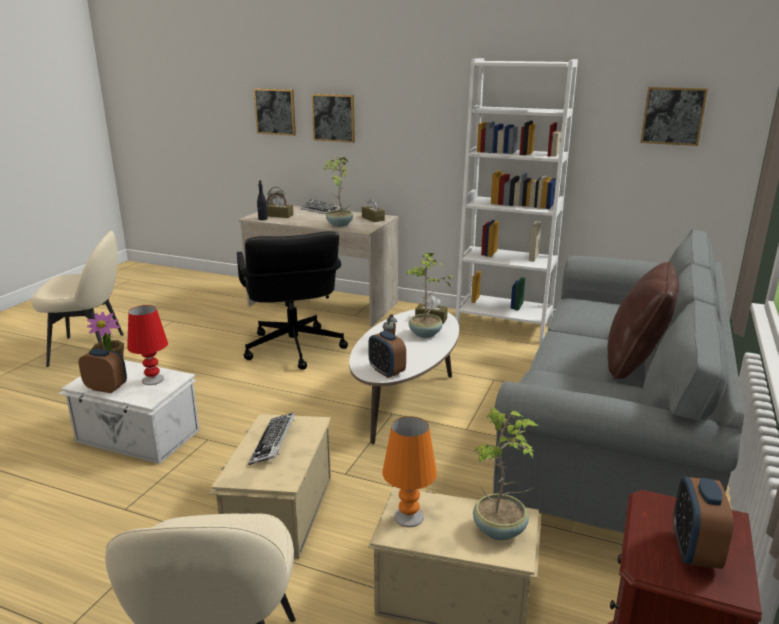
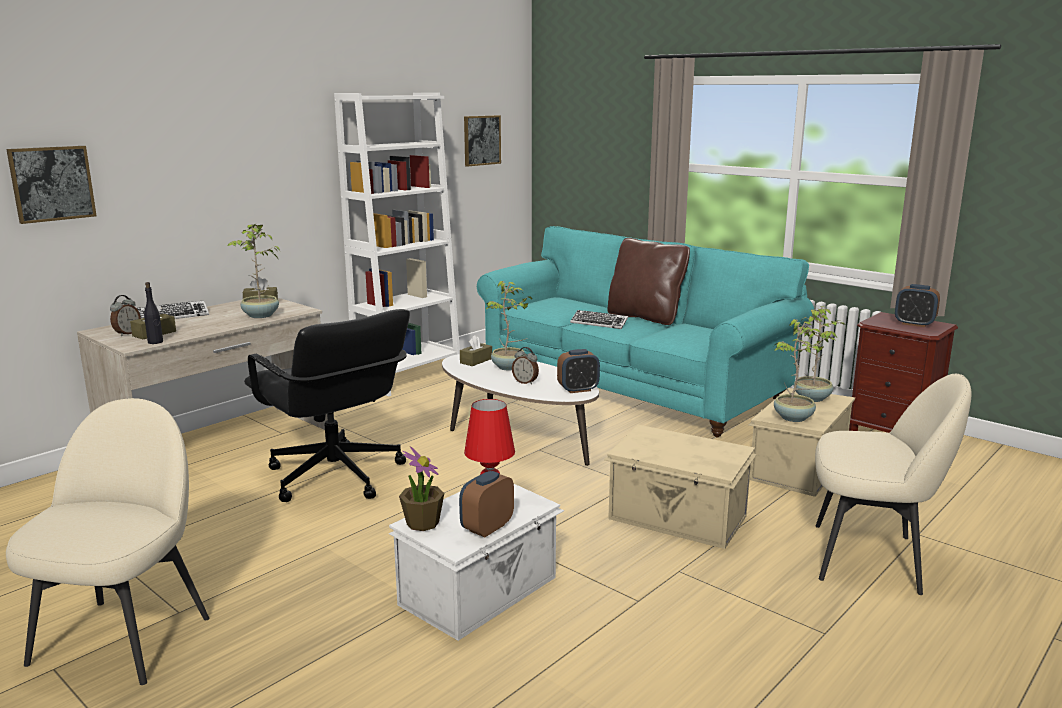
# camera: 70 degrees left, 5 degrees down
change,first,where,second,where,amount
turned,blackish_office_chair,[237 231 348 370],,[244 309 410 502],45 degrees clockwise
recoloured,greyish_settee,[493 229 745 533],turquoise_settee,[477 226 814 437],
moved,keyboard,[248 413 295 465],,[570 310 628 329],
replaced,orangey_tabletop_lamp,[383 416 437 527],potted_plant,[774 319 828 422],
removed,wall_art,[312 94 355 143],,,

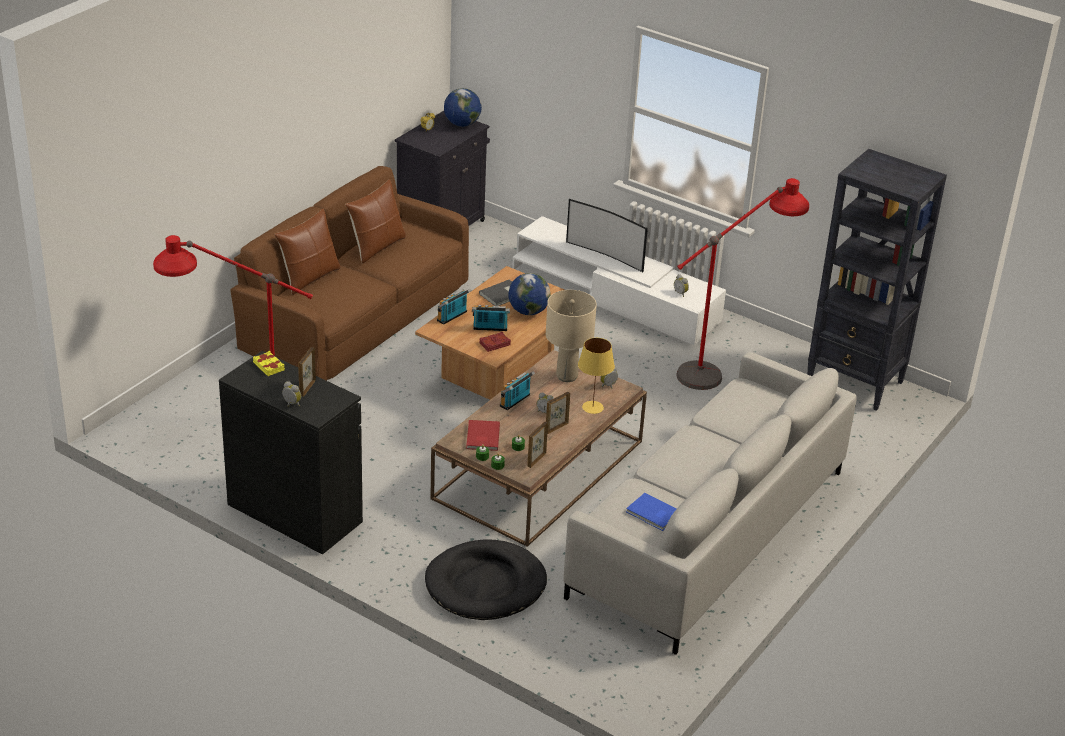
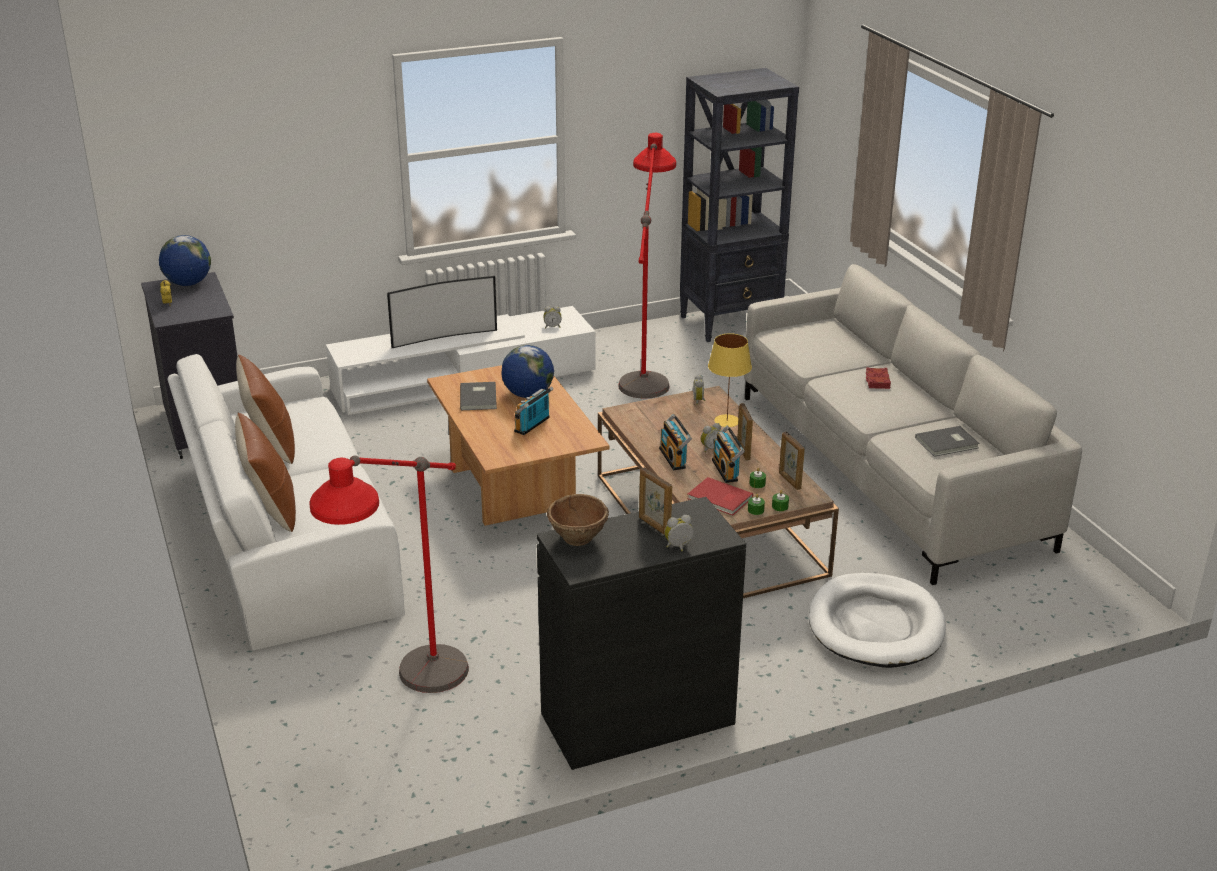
# camera: 55 degrees left, 5 degrees down
change,first,where,second,where,amount
recoloured,brownish_settee,[230 166 469 381],whitish_settee,[167 354 405 650],
replaced,yellow_book,[253 351 285 376],brownish_serving_bowl,[547 494 609 546],
moved,radio_set,[437 289 471 325],,[712 426 745 483],
recoloured,blackish_dog_cushion,[425 539 547 620],whitish_dog_cushion,[809 573 946 668],
moved,red-coloured_book,[480 332 511 352],,[866 367 891 389],
recoloured,bluish_book,[626 493 676 531],greyish_book,[915 426 980 457],
removed,sand-coloured_tabletop_lamp,[546 290 597 382],,,

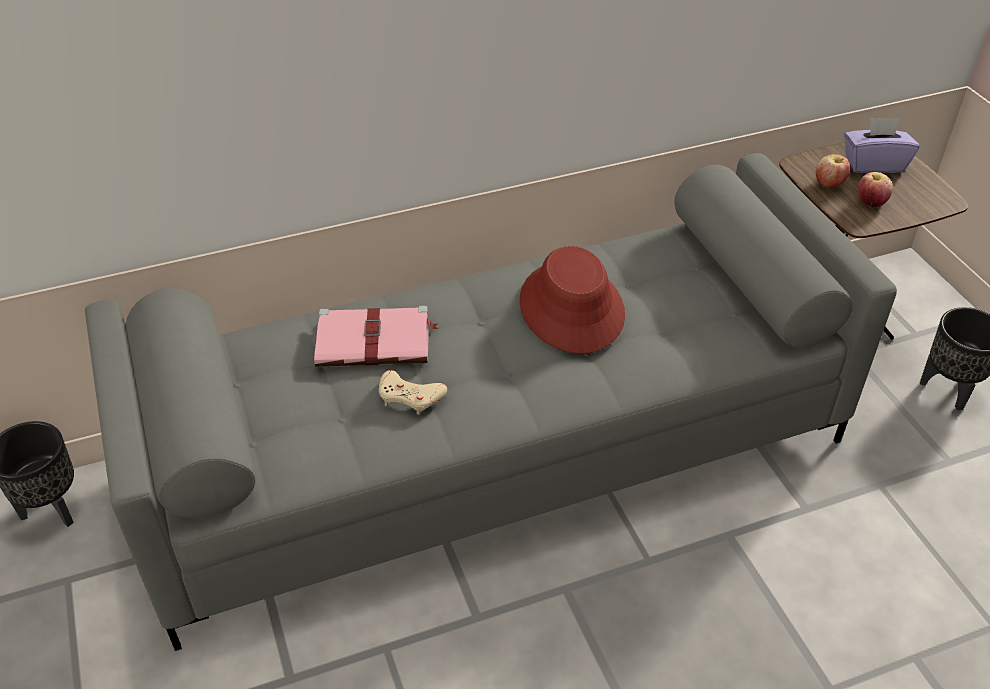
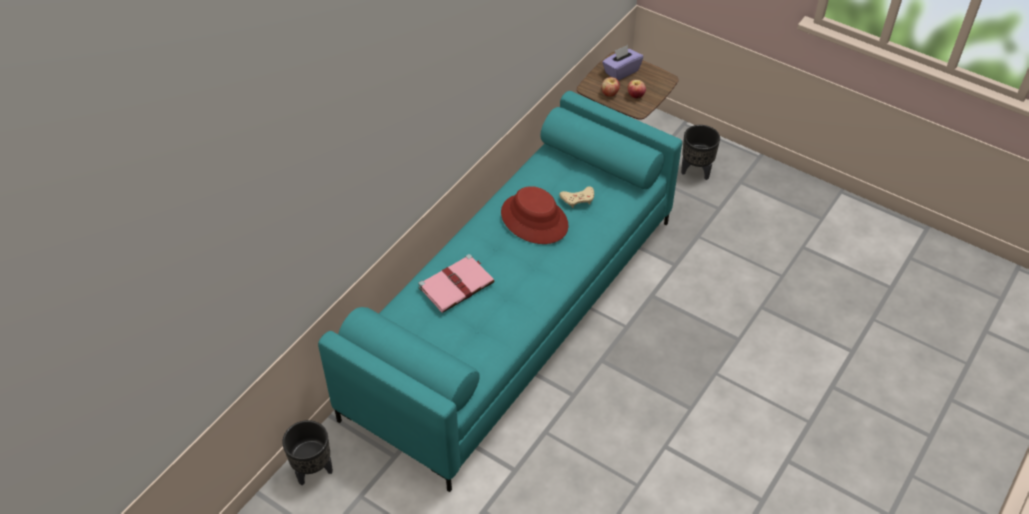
# camera: 35 degrees left, 5 degrees up
change,first,where,second,where,amount
recoloured,greyish_settee,[85 153 897 651],turquoise_settee,[318 91 682 492],
moved,sand-coloured_game_controller,[379 370 447 415],,[559 186 594 208],

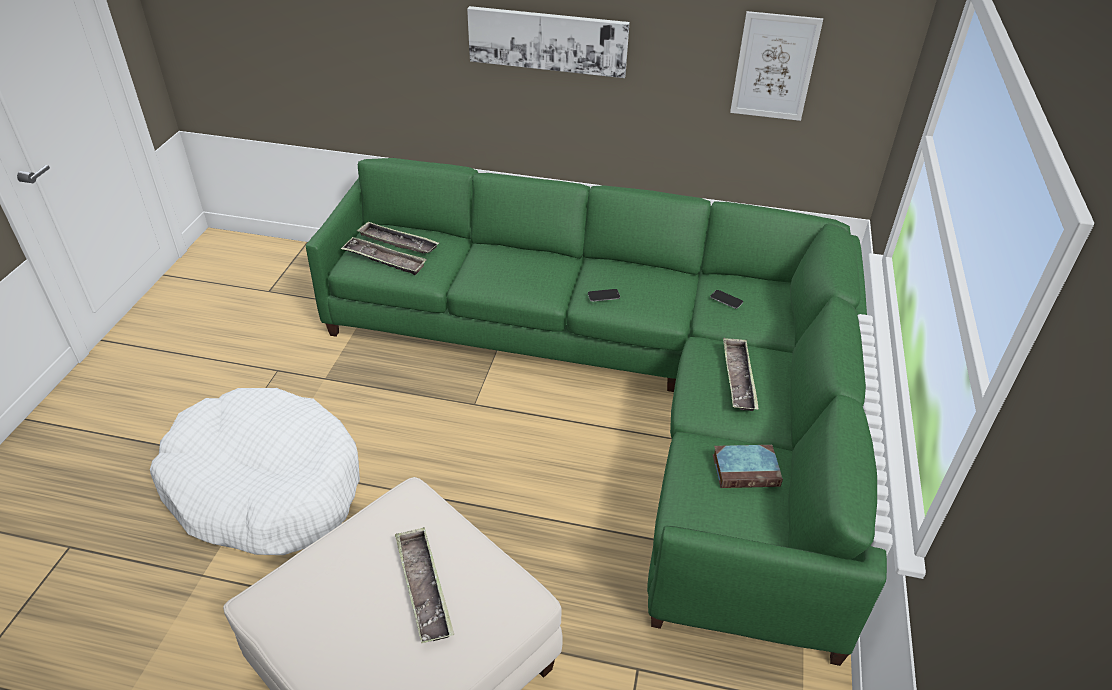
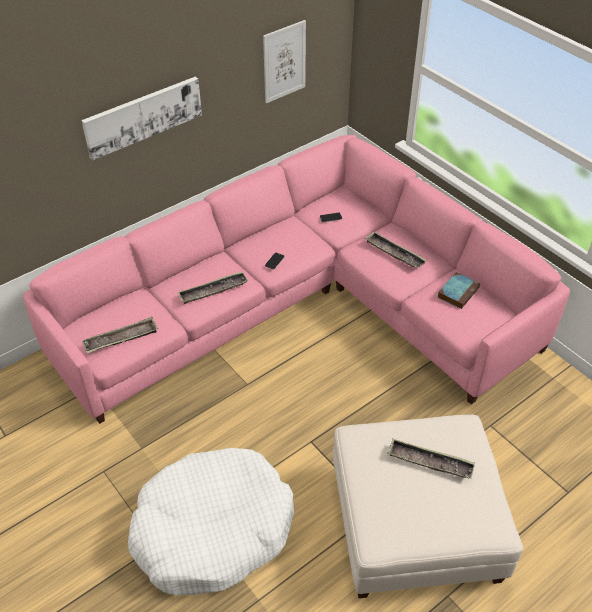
# camera: 50 degrees left, 5 degrees up
change,first,where,second,where,amount
recoloured,greenish_settee,[306 158 887 666],pink-coloured_settee,[23 135 570 424],
moved,tray,[356 221 439 254],,[178 272 248 304],

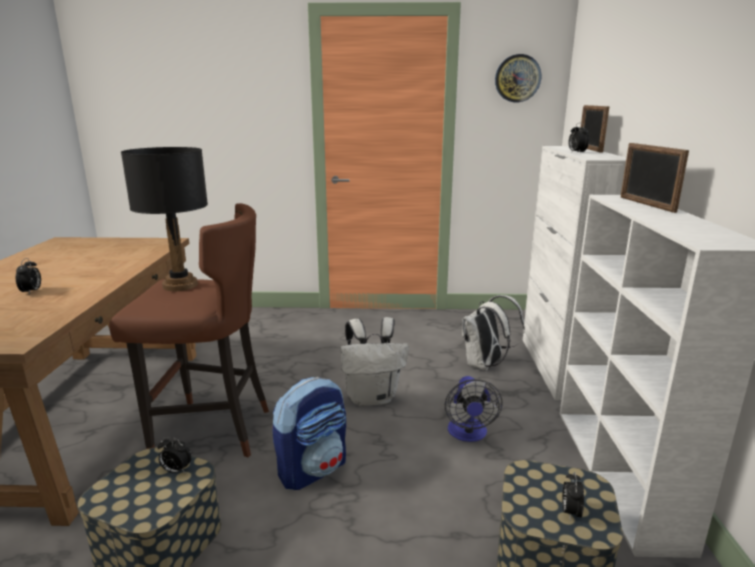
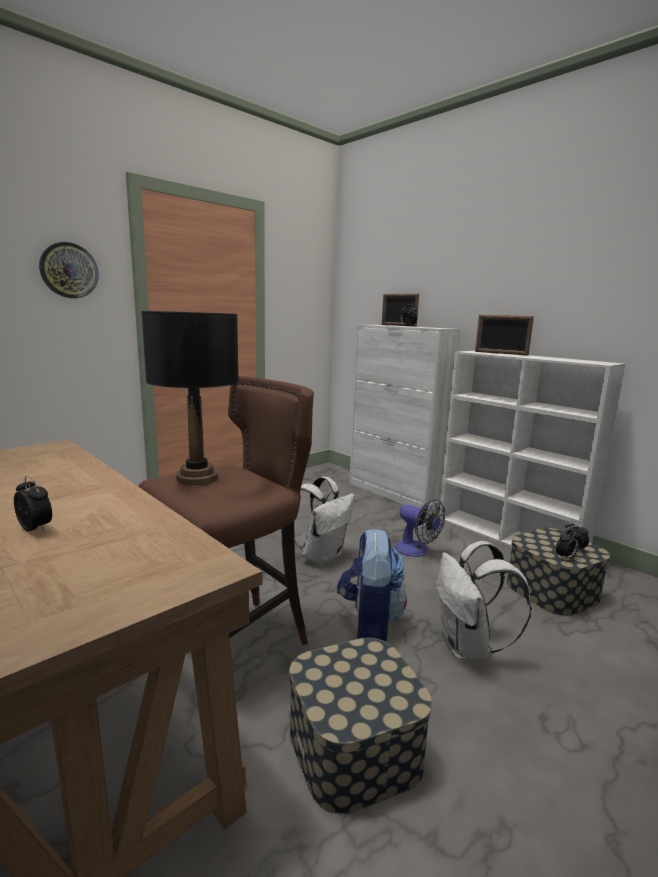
# camera: 45 degrees left, 5 degrees down
change,first,where,second,where,amount
moved,clock_on_the_wall,[495 54 541 102],,[39 242 99 298],
moved,whitish_rucksack,[462 295 525 371],,[436 541 532 660],
moved,bedside_clock,[157 437 192 473],,[556 529 579 560],

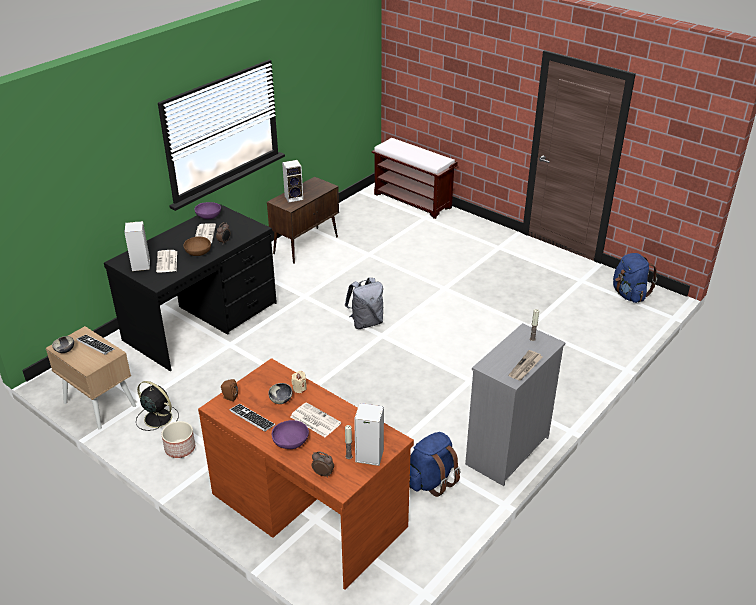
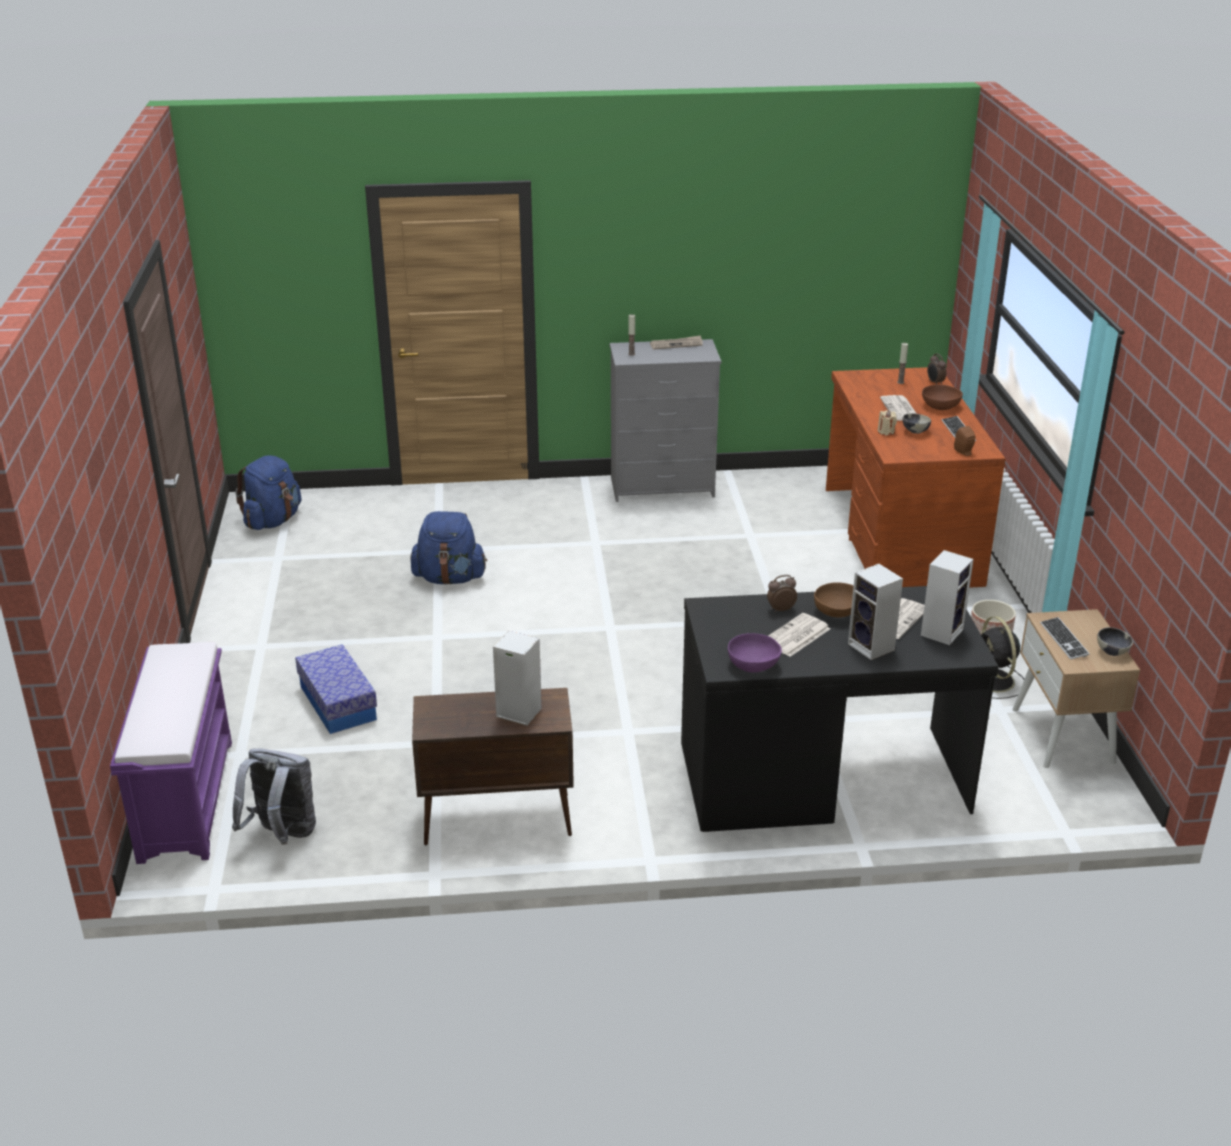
# camera: 135 degrees left, 5 degrees down
change,first,where,second,where,amount
recoloured,brownish_bench,[372 138 458 219],purple_bench,[110 642 232 864],
moved,greyish_rucksack,[345 277 383 329],,[232 749 316 845],
added,,,storage_container,[295 644 377 734],
moved,bluish_rucksack,[409 432 460 497],,[410 511 487 585],
moved,loudspeaker,[354 403 384 466],,[848 564 903 660],
recoloured,purple_serving_bowl,[272 420 309 449],brownish_serving_bowl,[922 385 963 410],

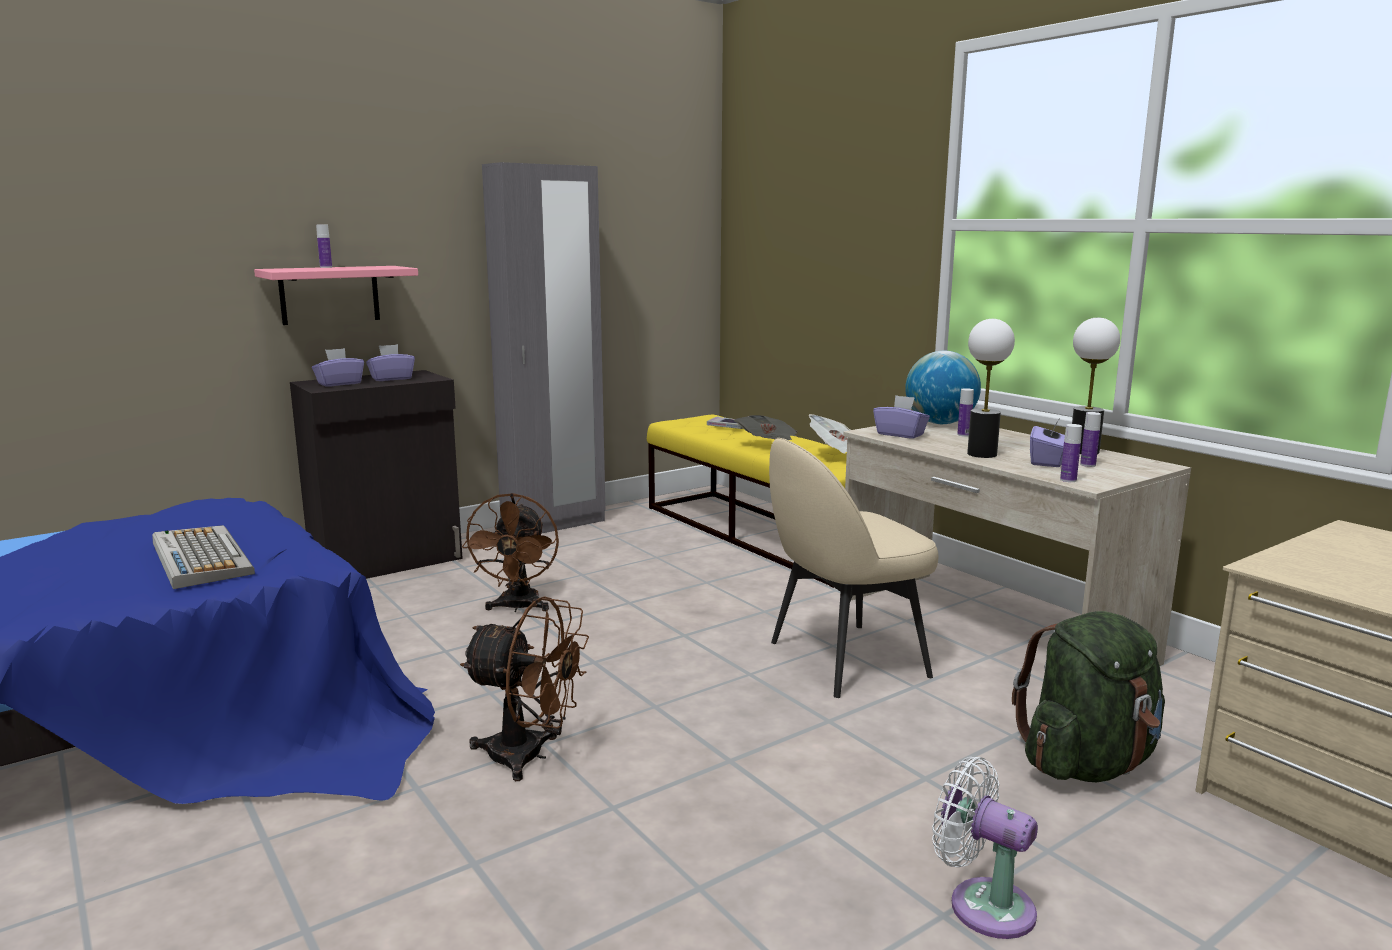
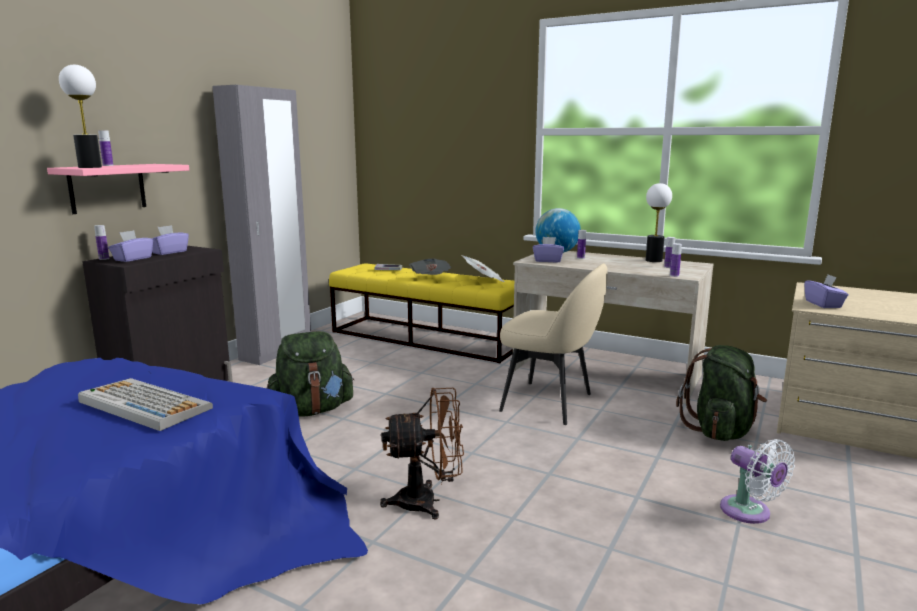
# camera: 25 degrees left, 0 degrees up
change,first,where,second,where,amount
moved,tabletop_lamp,[967 319 1015 458],,[59 65 102 168],
added,,,beverage_bottle,[94 225 110 260],
replaced,brownish_fan,[462 493 559 612],greenish_rucksack,[267 331 355 416],
turned,sand-coloured_plain_chair,[769 438 938 698],,[499 263 608 425],105 degrees counterclockwise
turned,whitish_fan,[932 757 1038 939],,[720 439 795 524],135 degrees counterclockwise
moved,purple_box_of_tissues,[1030 420 1065 467],,[804 274 849 308],

